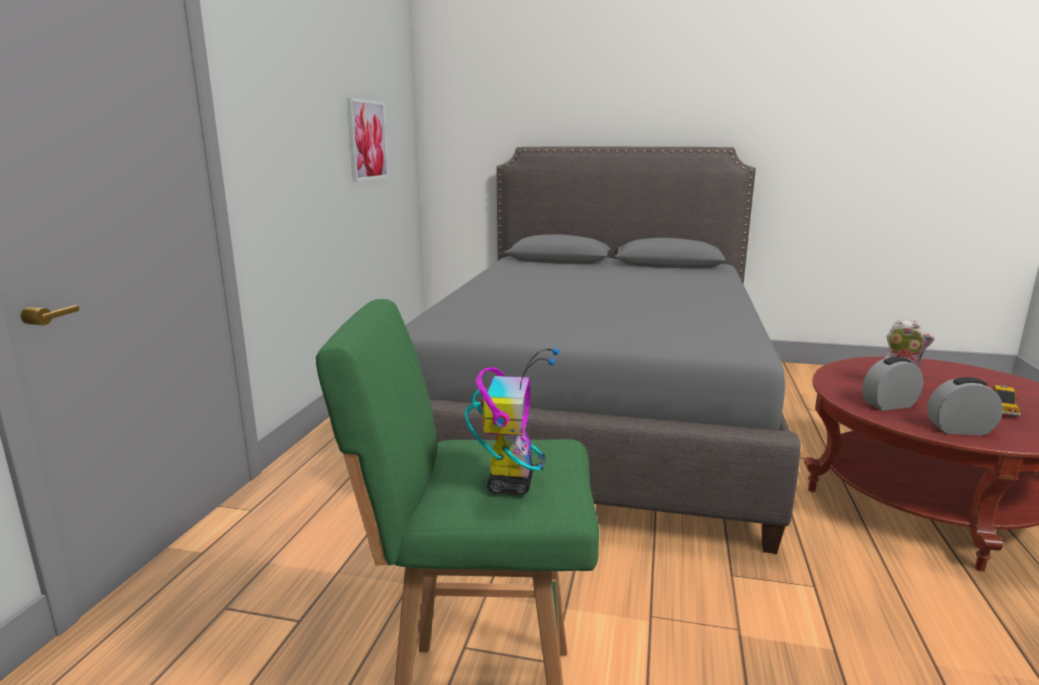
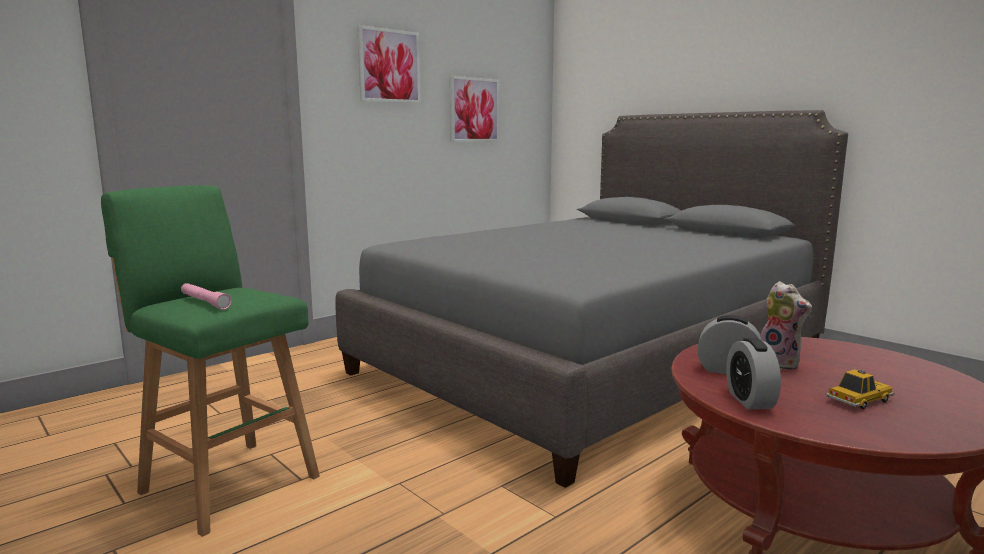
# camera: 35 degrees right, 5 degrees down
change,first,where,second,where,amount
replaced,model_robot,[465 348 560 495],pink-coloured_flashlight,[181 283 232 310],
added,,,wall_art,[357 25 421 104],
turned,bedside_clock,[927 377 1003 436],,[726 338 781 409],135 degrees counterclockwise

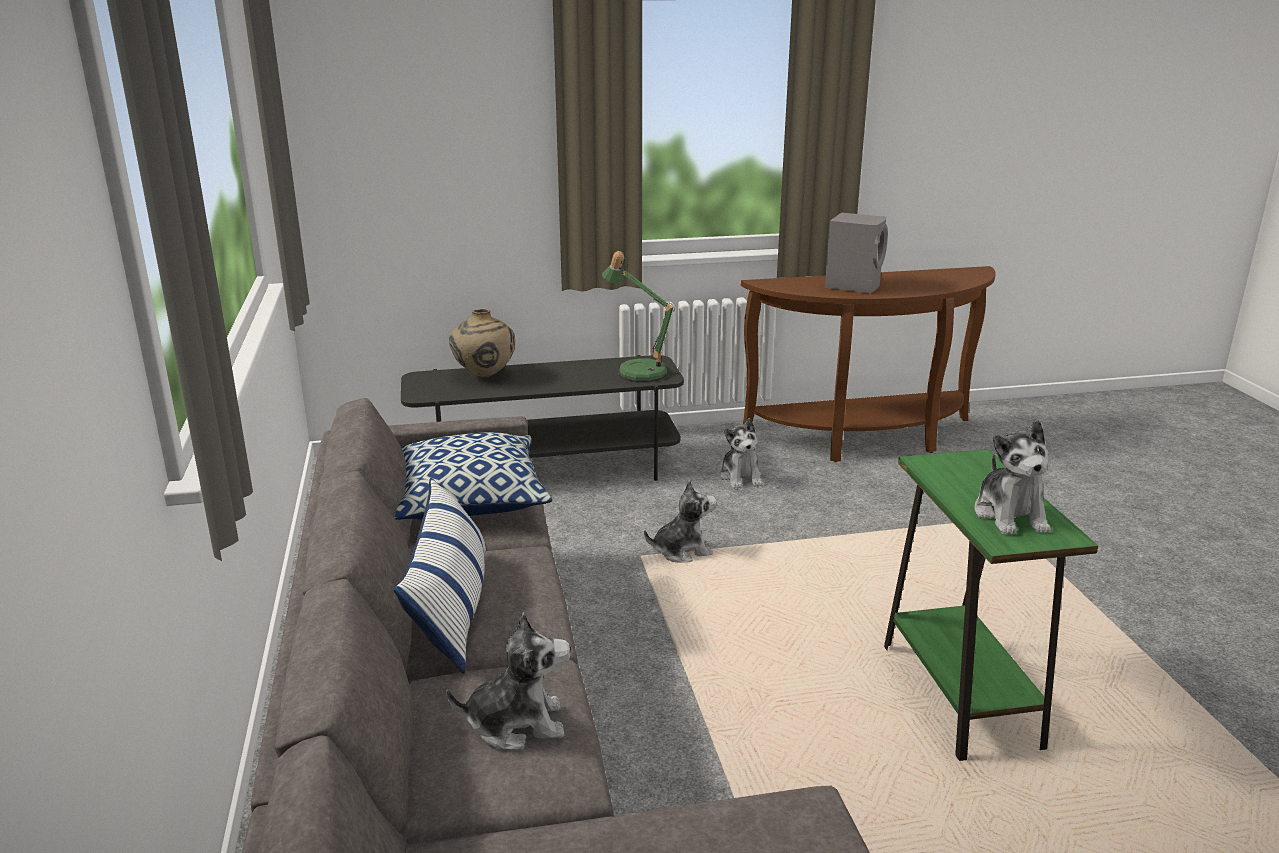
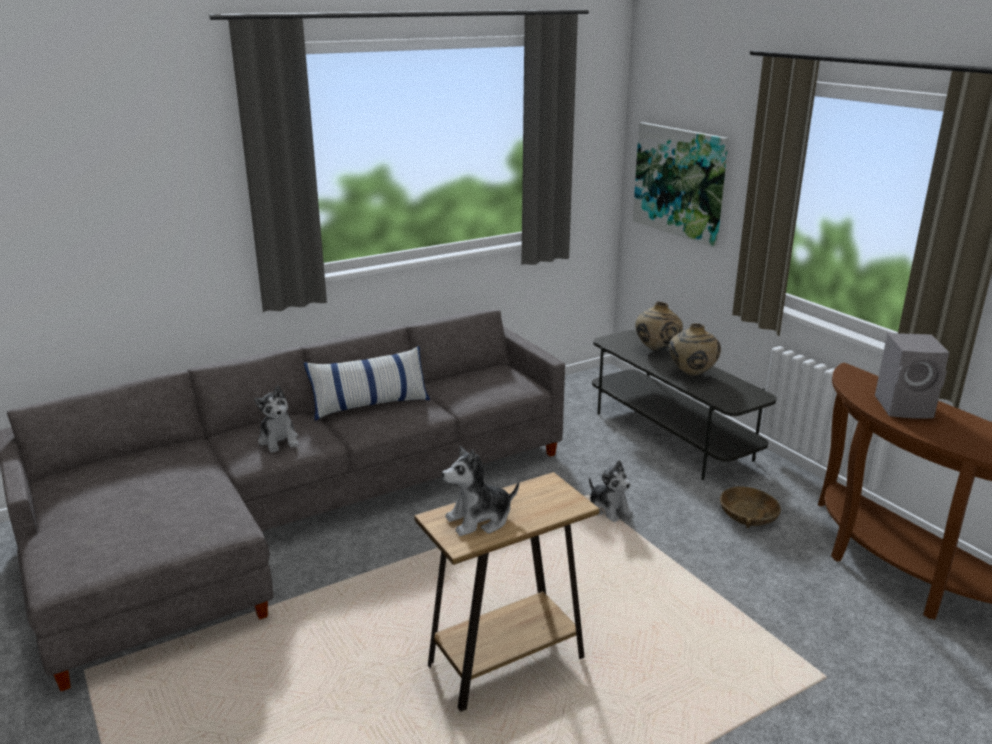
# camera: 70 degrees right, 0 degrees up
change,first,where,second,where,amount
recoloured,greenish_side_table,[884 449 1098 761],brownish_side_table,[414 472 600 712],
added,,,wall_art,[633 122 729 247],
added,,,sand-coloured_vase,[669 323 721 376],
replaced,soft_toy,[720 418 763 489],brownish_serving_bowl,[720 486 781 528],
removed,pillow,[394 432 552 520],,,
removed,tabletop_lamp,[602 251 675 383],,,

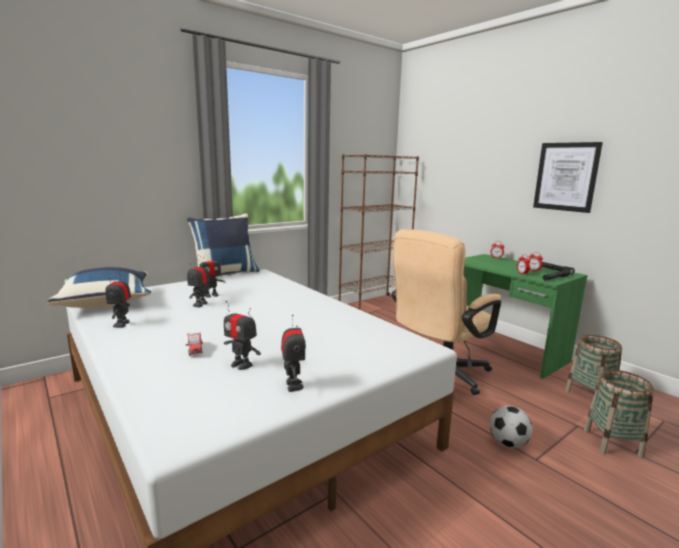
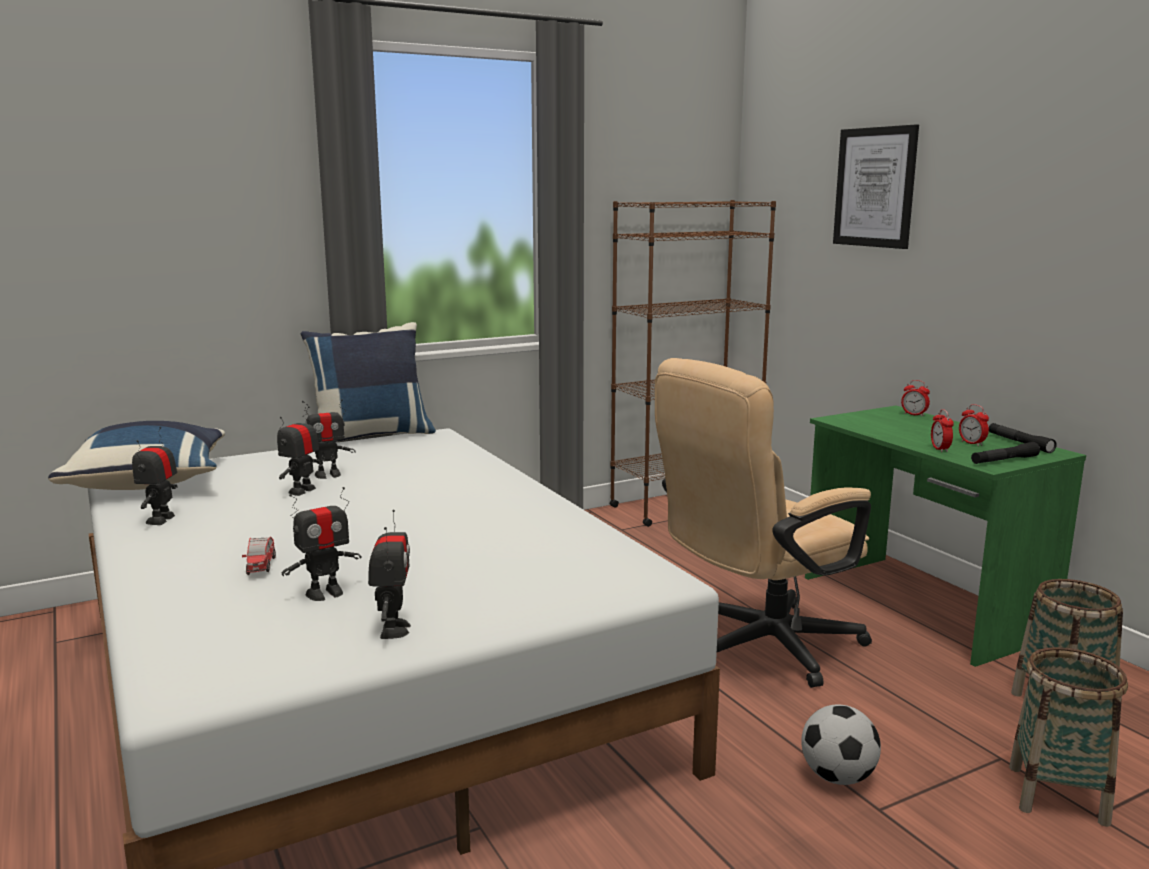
# camera: 10 degrees right, 0 degrees up
change,first,where,second,where,amount
turned,model_robot,[224 301 261 370],,[282 487 361 601],75 degrees counterclockwise
moved,wall_art,[533 142 603 213],,[833 124 919 249],

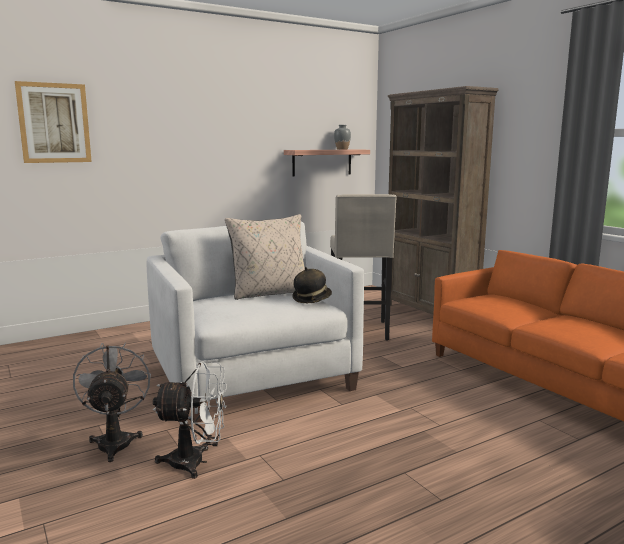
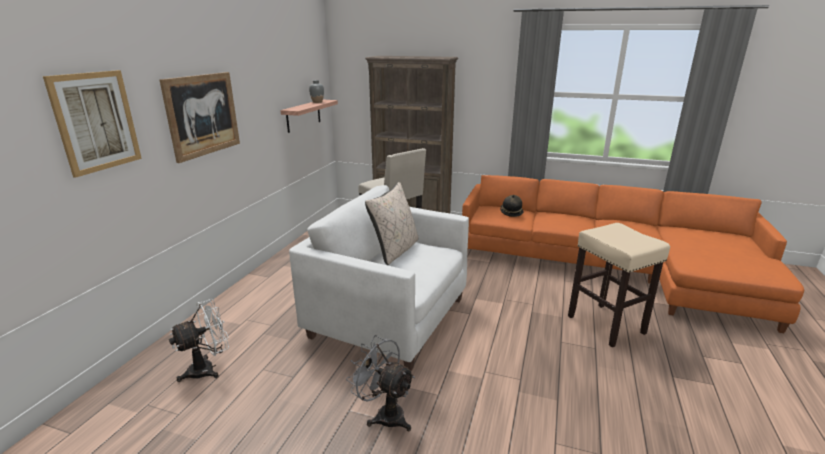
# camera: 40 degrees left, 10 degrees up
change,first,where,second,where,amount
added,,,wall_art,[159 72 240 163],
moved,whitish_fan,[152 361 227 479],,[169 299 229 382],
moved,clothing_hat,[293 267 332 303],,[500 195 523 217],
added,,,sand-coloured_sitting_stool,[568 223 670 347],

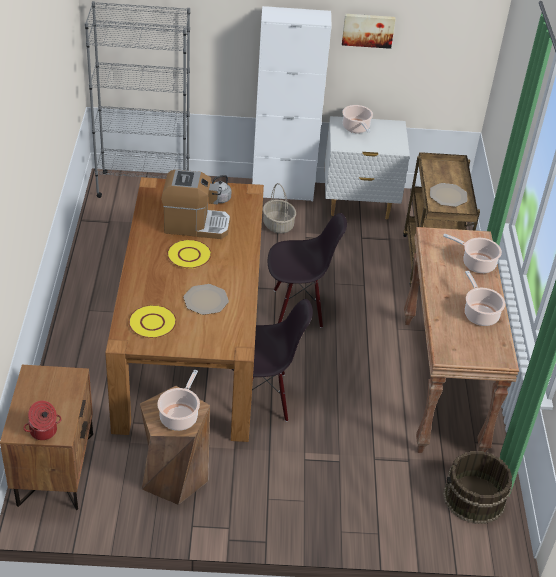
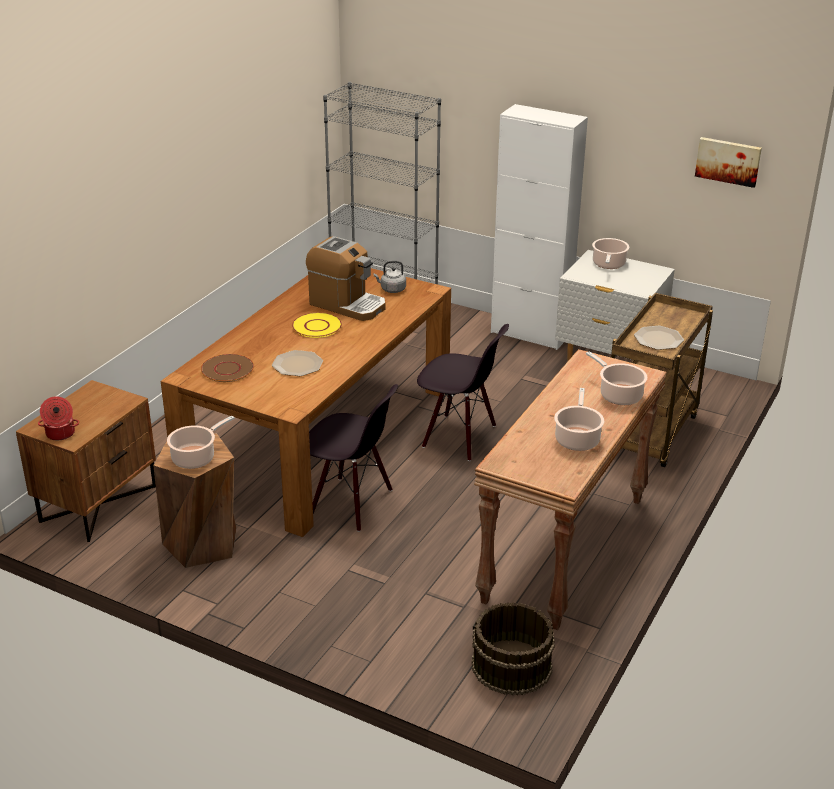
# camera: 30 degrees right, 10 degrees down
change,first,where,second,where,amount
recoloured,yellow_plate,[128 305 177 338],brownish_plate,[201 354 254 382],
moved,wall_art,[342 14 395 49],,[695 137 762 188],
removed,basket,[263 183 296 234],,,

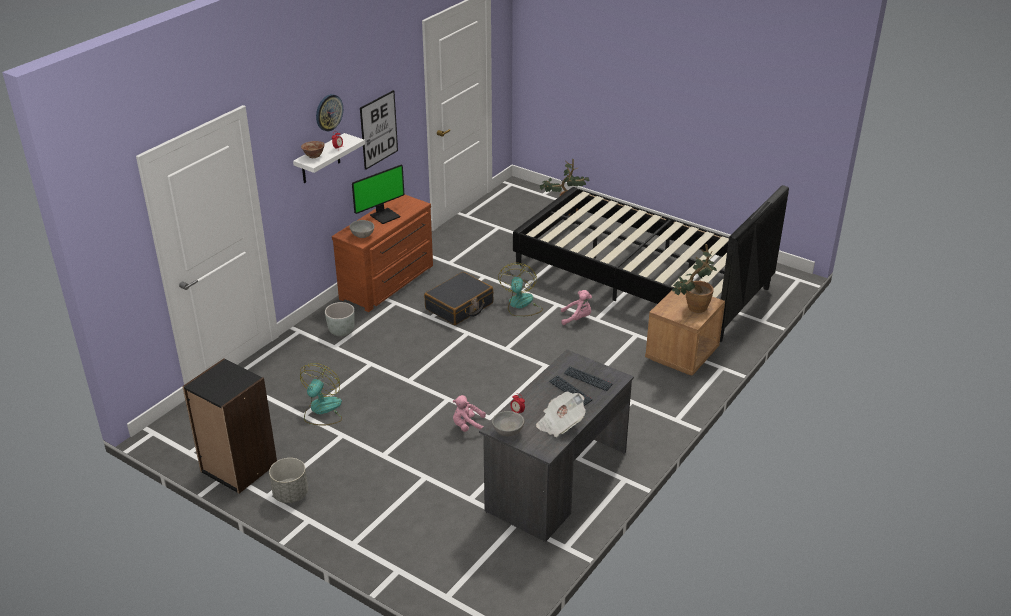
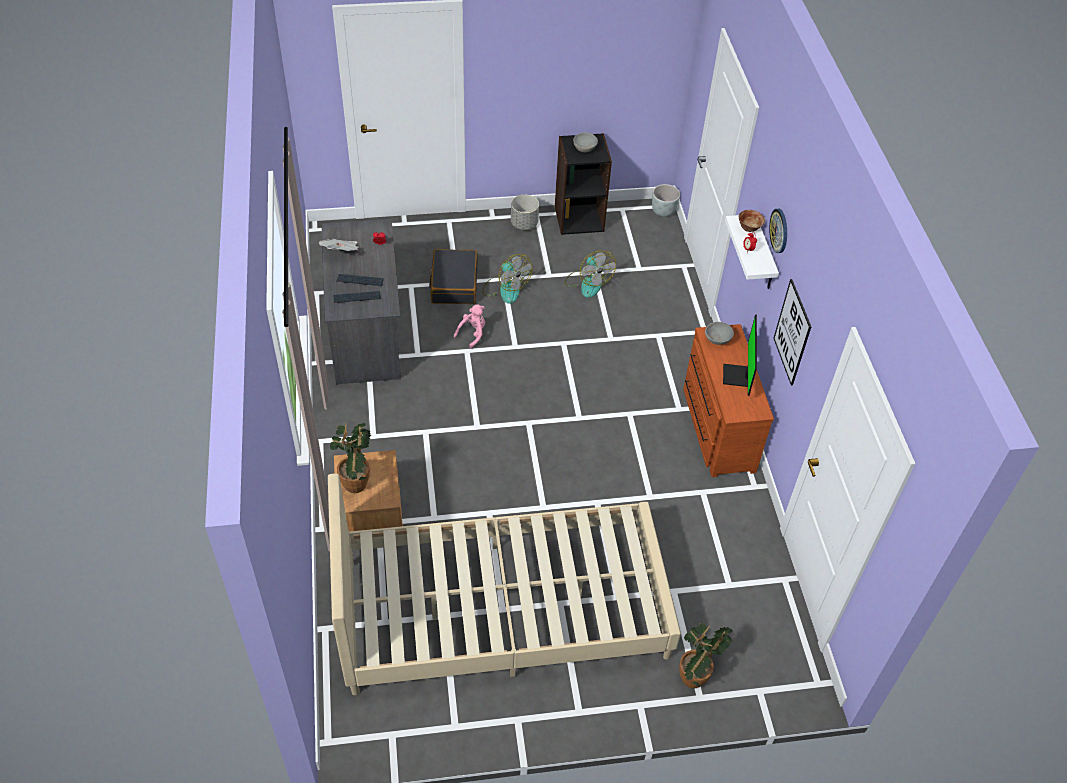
# camera: 135 degrees right, 15 degrees up
change,first,where,second,where,amount
recoloured,blackish_bedroom_bed,[513 185 789 342],sand-coloured_bedroom_bed,[328 473 681 695],
moved,blackish_piece_of_luggage,[424 272 493 325],,[429 249 478 304],
moved,fan,[498 263 543 317],,[483 254 532 304],
moved,greyish_serving_bowl,[492 411 524 436],,[573 132 598 153],
moved,greyish_plant_pot,[325 302 355 336],,[652 184 680 217],
removed,pink-coloured_soft_toy,[561 290 592 325],,,

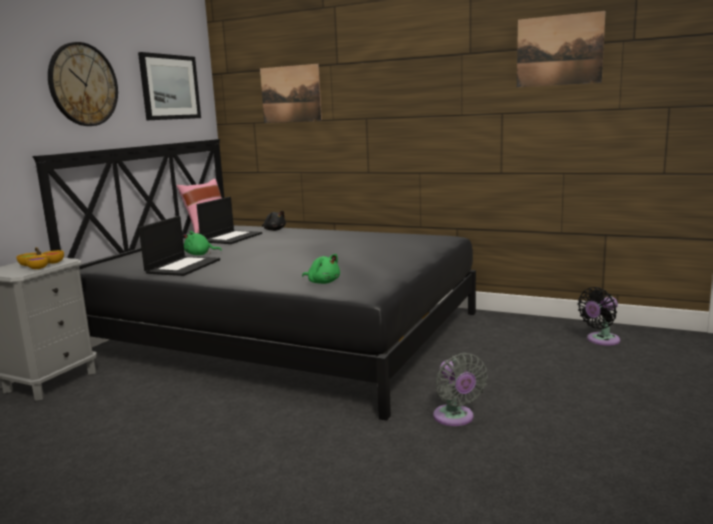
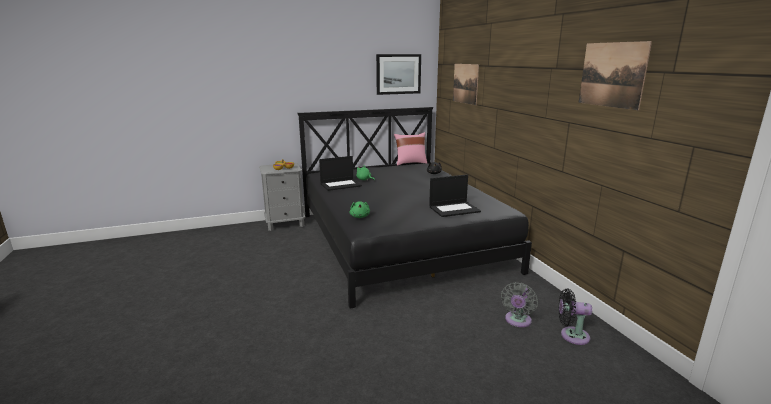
# camera: 45 degrees right, 5 degrees up
change,first,where,second,where,amount
moved,laptop,[197 197 262 244],,[429 175 481 217],
moved,greyish_fan,[433 353 488 426],,[501 282 538 327],
removed,clock_on_the_wall,[48 42 118 126],,,

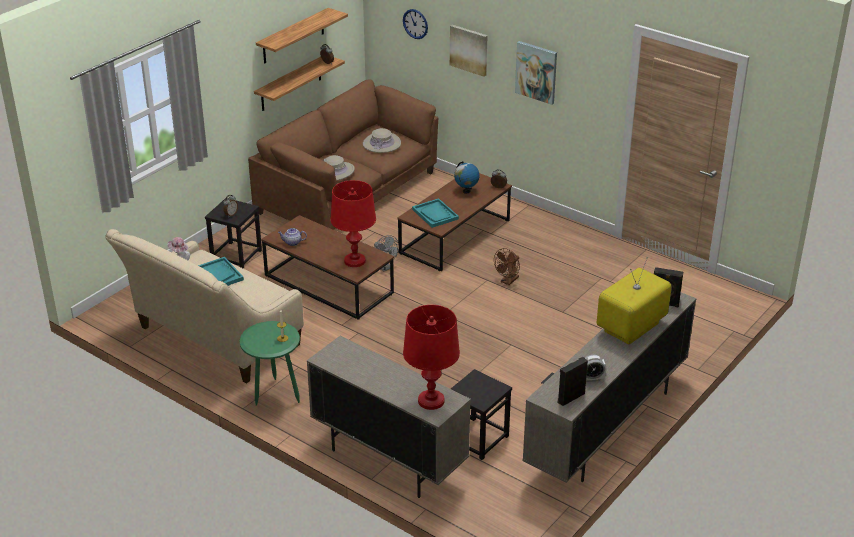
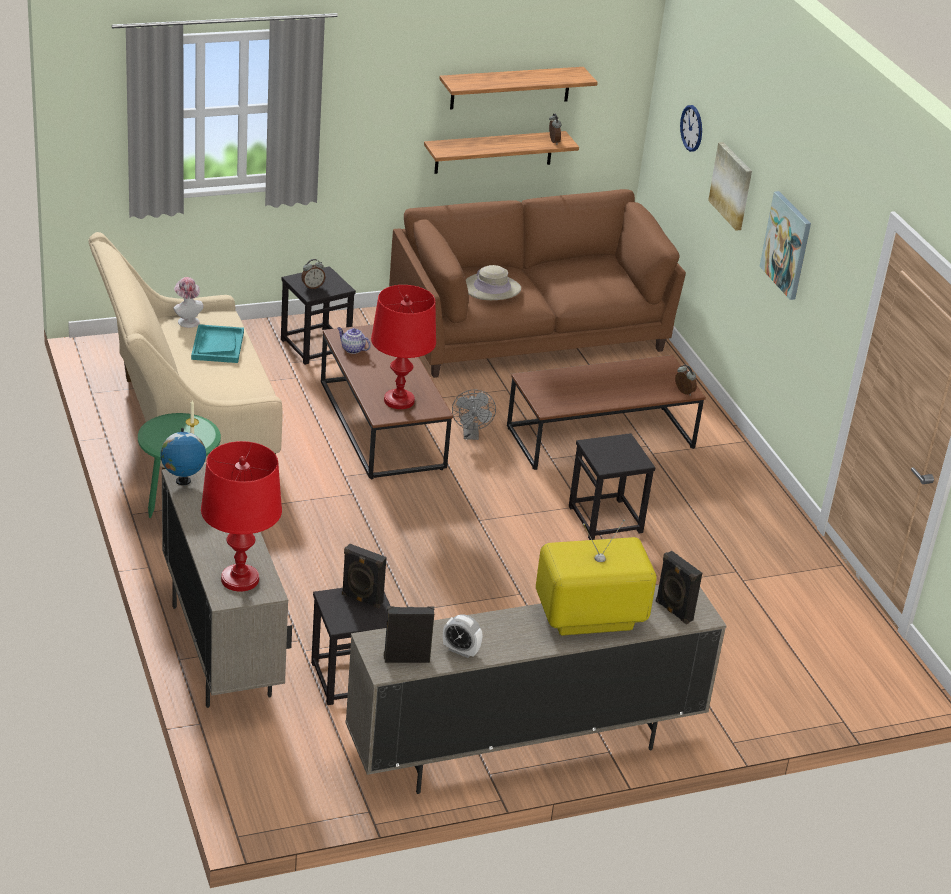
# camera: 30 degrees right, 0 degrees up
change,first,where,second,where,amount
moved,world_globe,[454 161 480 194],,[160 428 206 485],
added,,,blackish_loudspeaker,[342 544 387 609],
replaced,brownish_fan,[494 248 520 285],blackish_sitting_stool,[569 433 656 540],
removed,sand-coloured_clothing_hat,[363 128 401 153],,,
removed,turquoise_tray,[412 198 459 228],,,

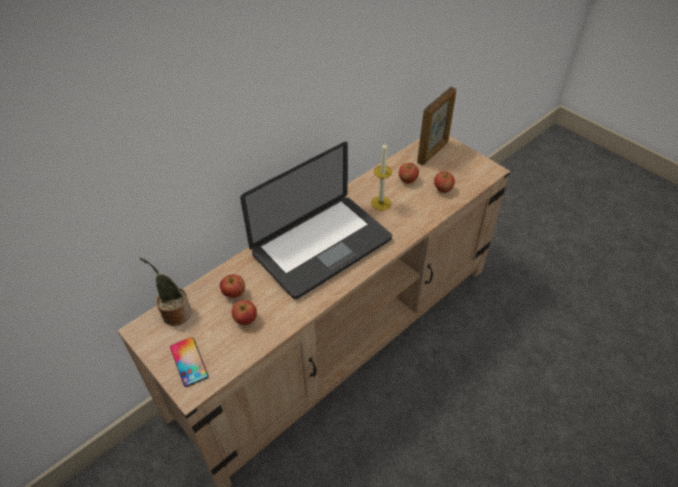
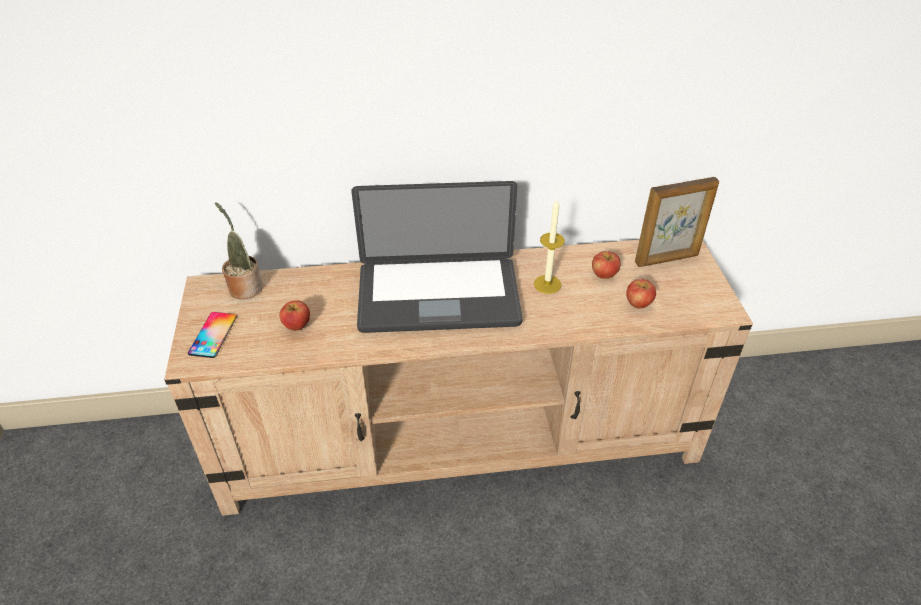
# camera: 35 degrees right, 5 degrees down
change,first,where,second,where,amount
removed,apple_fruit,[220 274 245 298],,,

